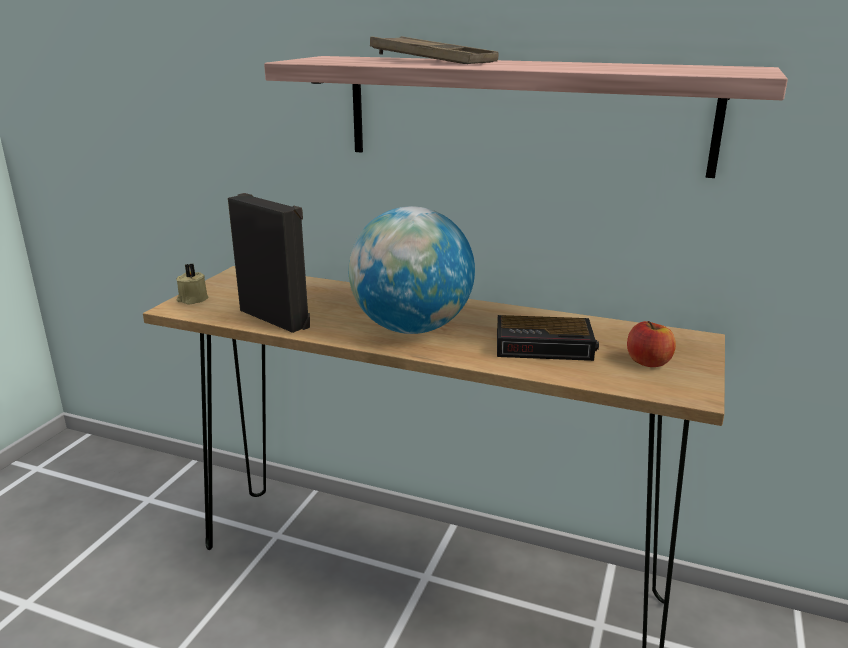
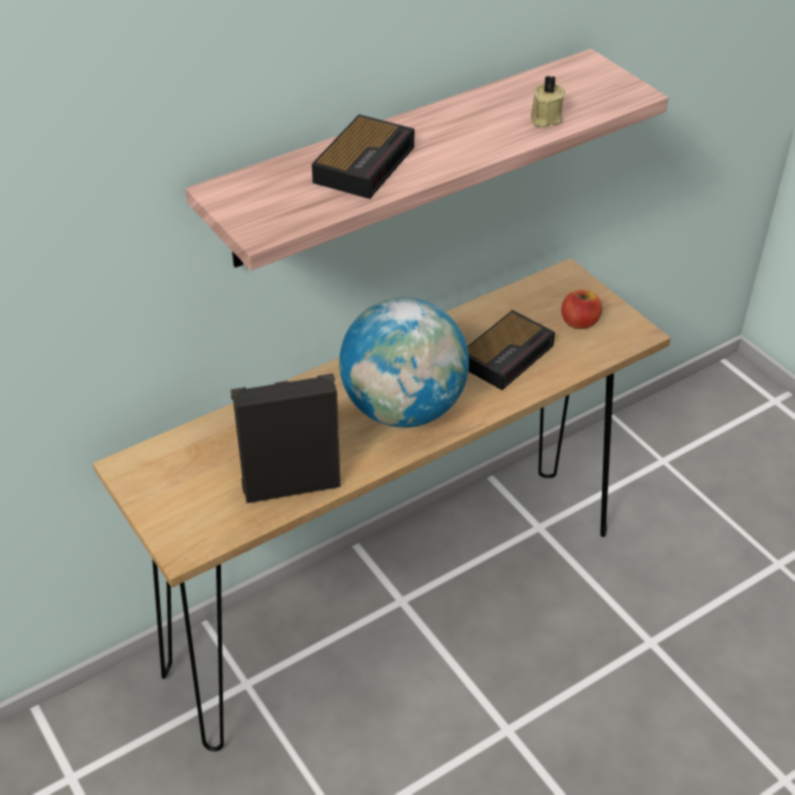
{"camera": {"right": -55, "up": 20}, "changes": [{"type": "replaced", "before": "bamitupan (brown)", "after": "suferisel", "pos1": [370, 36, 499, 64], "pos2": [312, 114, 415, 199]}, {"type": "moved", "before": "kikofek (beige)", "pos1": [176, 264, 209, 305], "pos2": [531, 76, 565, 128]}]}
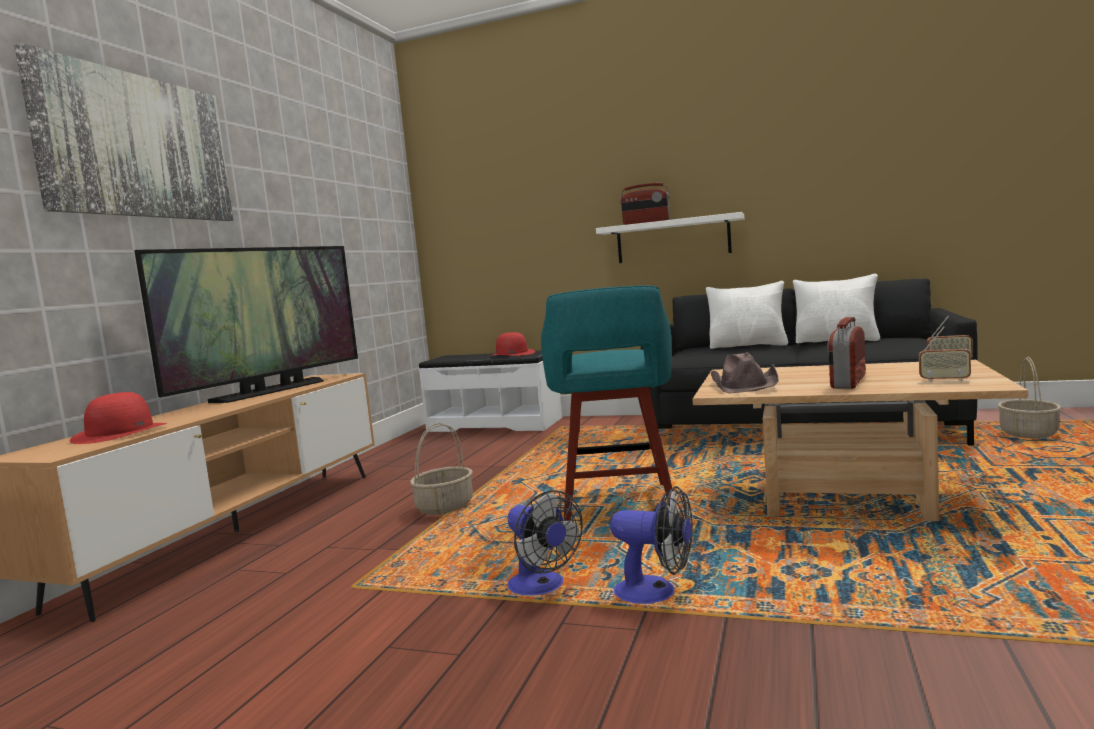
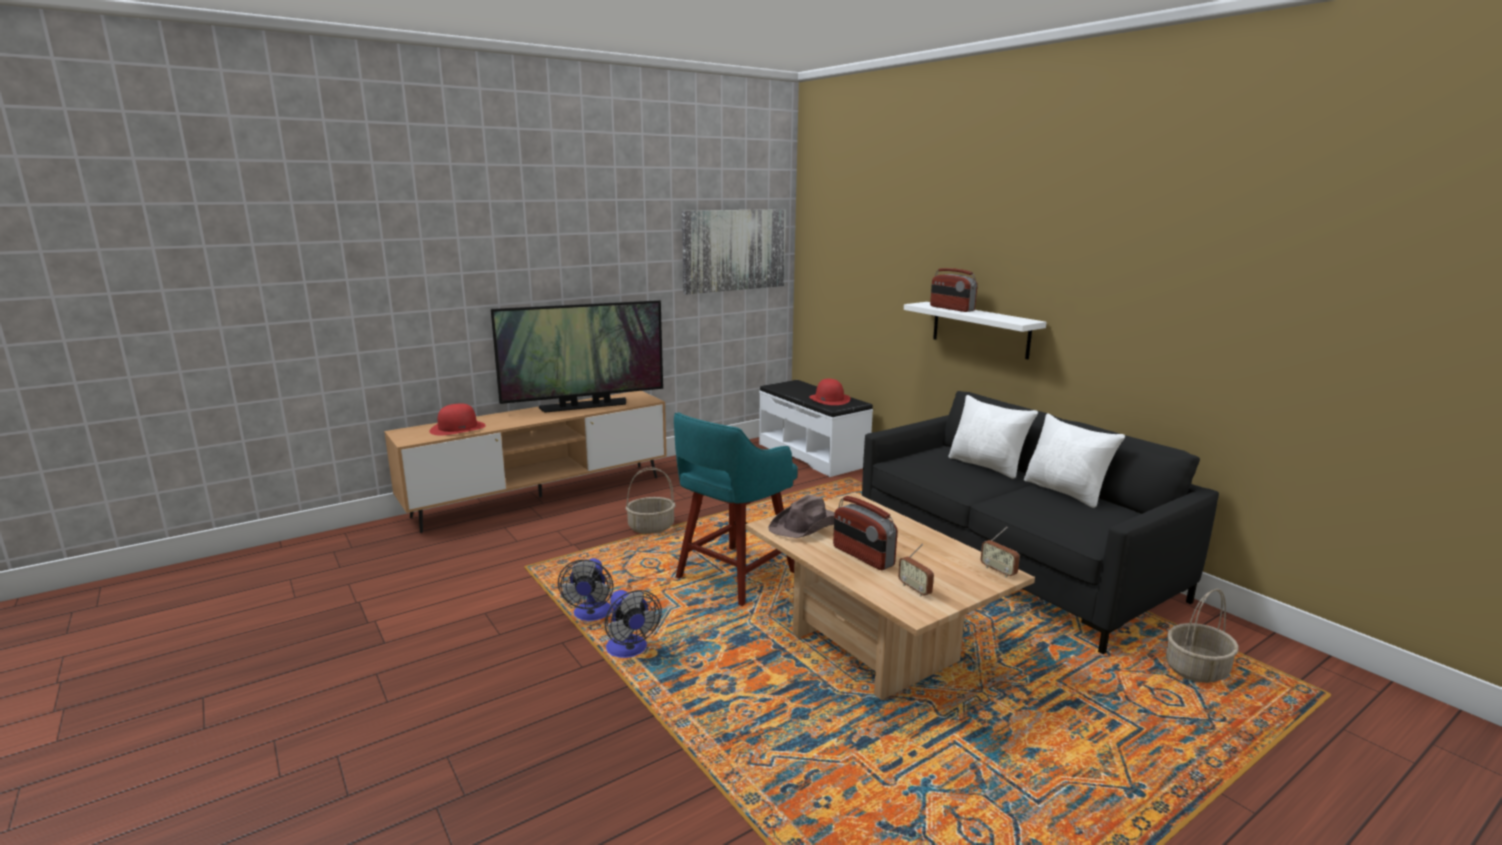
{"camera": {"right": 35, "up": 10}, "changes": [{"type": "moved", "before": "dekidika", "pos1": [14, 43, 234, 221], "pos2": [682, 209, 786, 295]}, {"type": "turned", "before": "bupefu", "pos1": [827, 317, 866, 389], "pos2": [833, 496, 897, 570], "turn": -105}]}
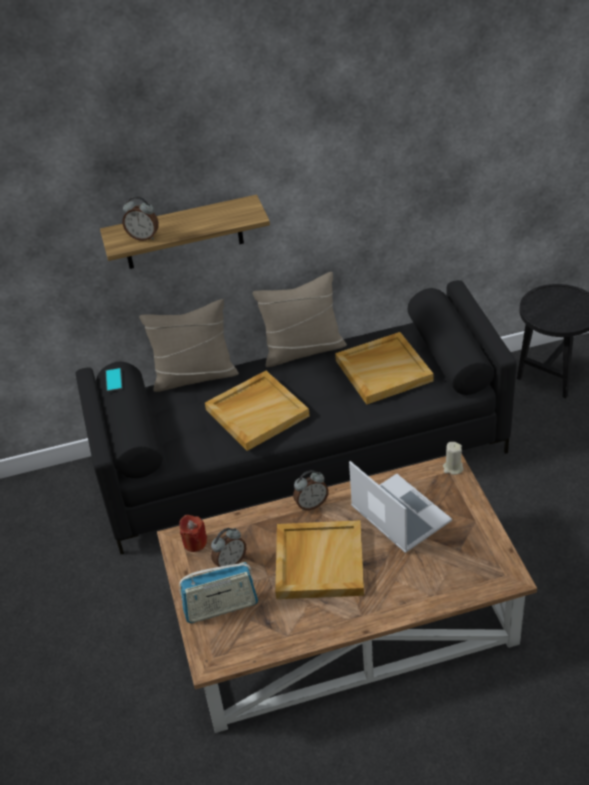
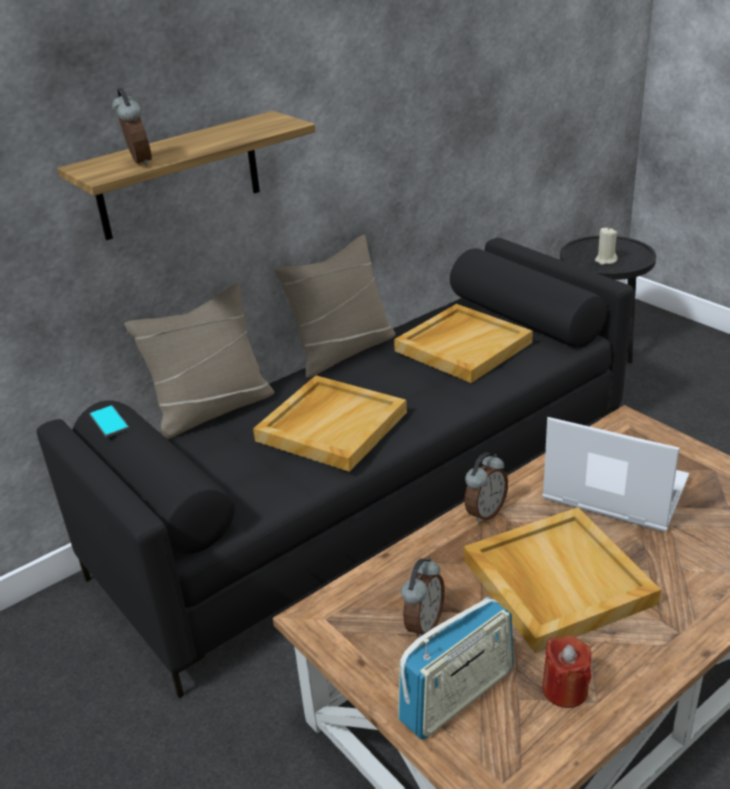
{"camera": {"right": -25, "up": -10}, "changes": [{"type": "turned", "before": "suferisel", "pos1": [123, 196, 159, 241], "pos2": [112, 87, 152, 166], "turn": -105}, {"type": "moved", "before": "kikofek (red)", "pos1": [179, 515, 207, 552], "pos2": [542, 636, 592, 708]}, {"type": "moved", "before": "kikofek (beige)", "pos1": [443, 442, 463, 475], "pos2": [595, 227, 617, 265]}]}
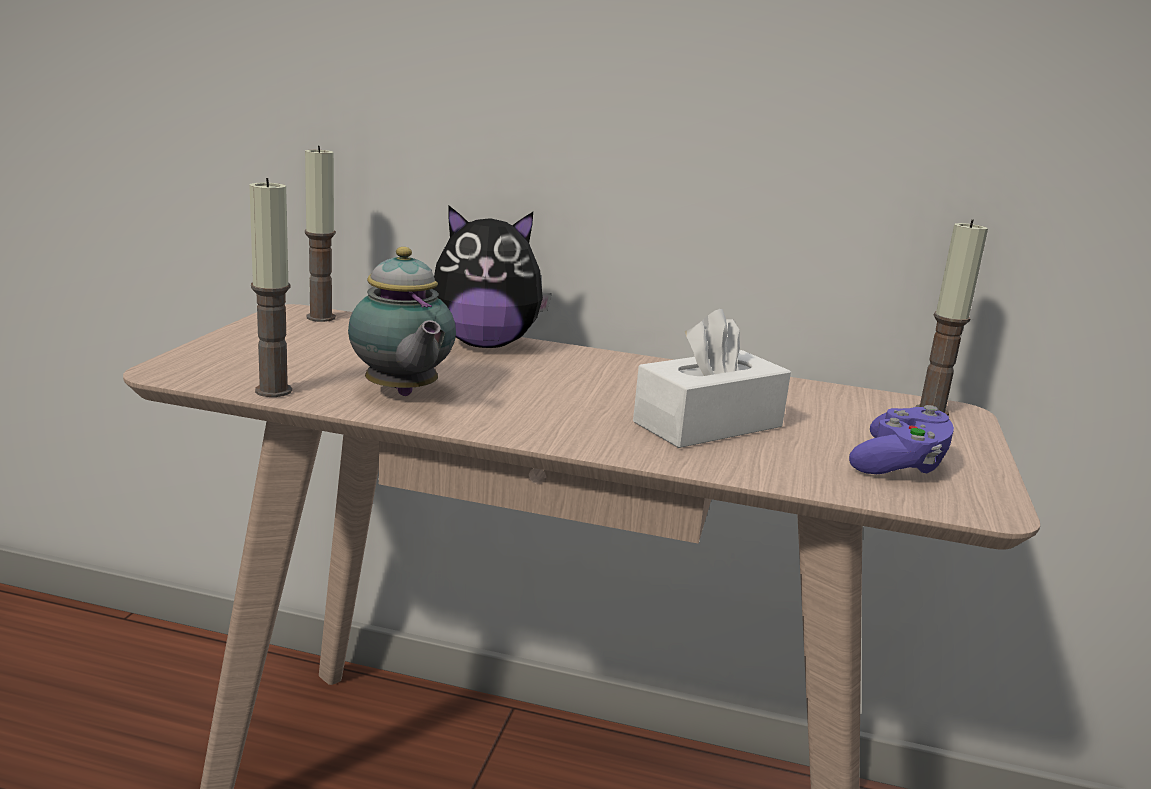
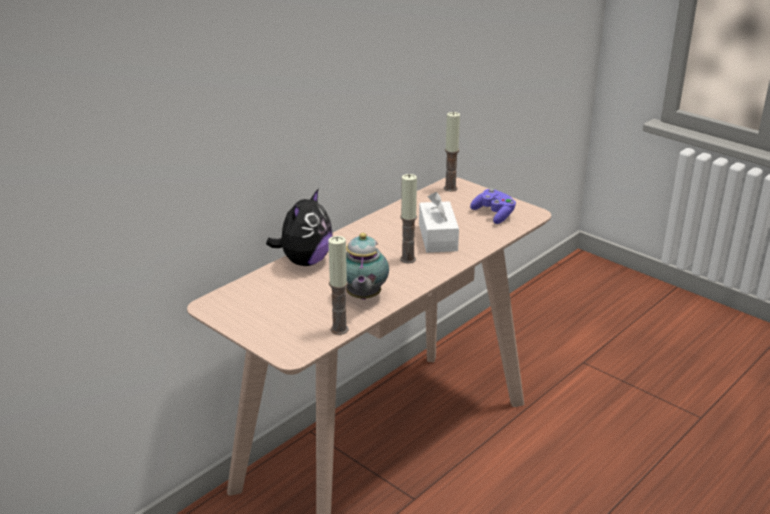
{"camera": {"right": -60, "up": 10}, "changes": [{"type": "turned", "before": "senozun", "pos1": [348, 247, 456, 396], "pos2": [346, 233, 389, 300], "turn": 90}, {"type": "moved", "before": "kikofek", "pos1": [305, 146, 336, 322], "pos2": [400, 174, 417, 264]}]}
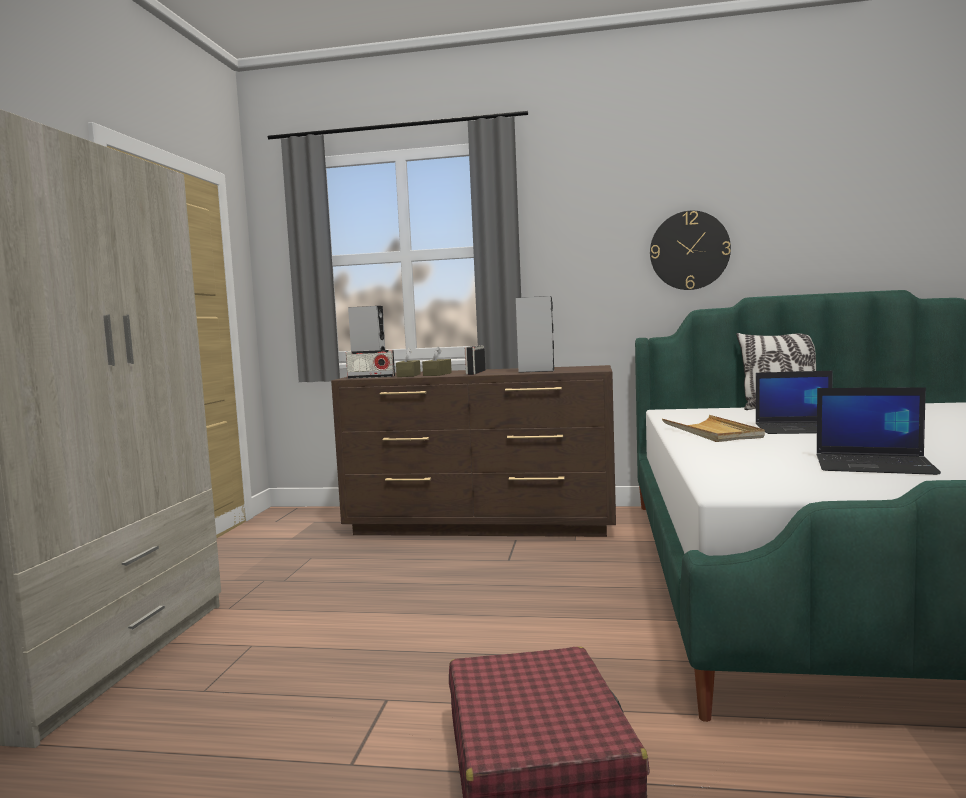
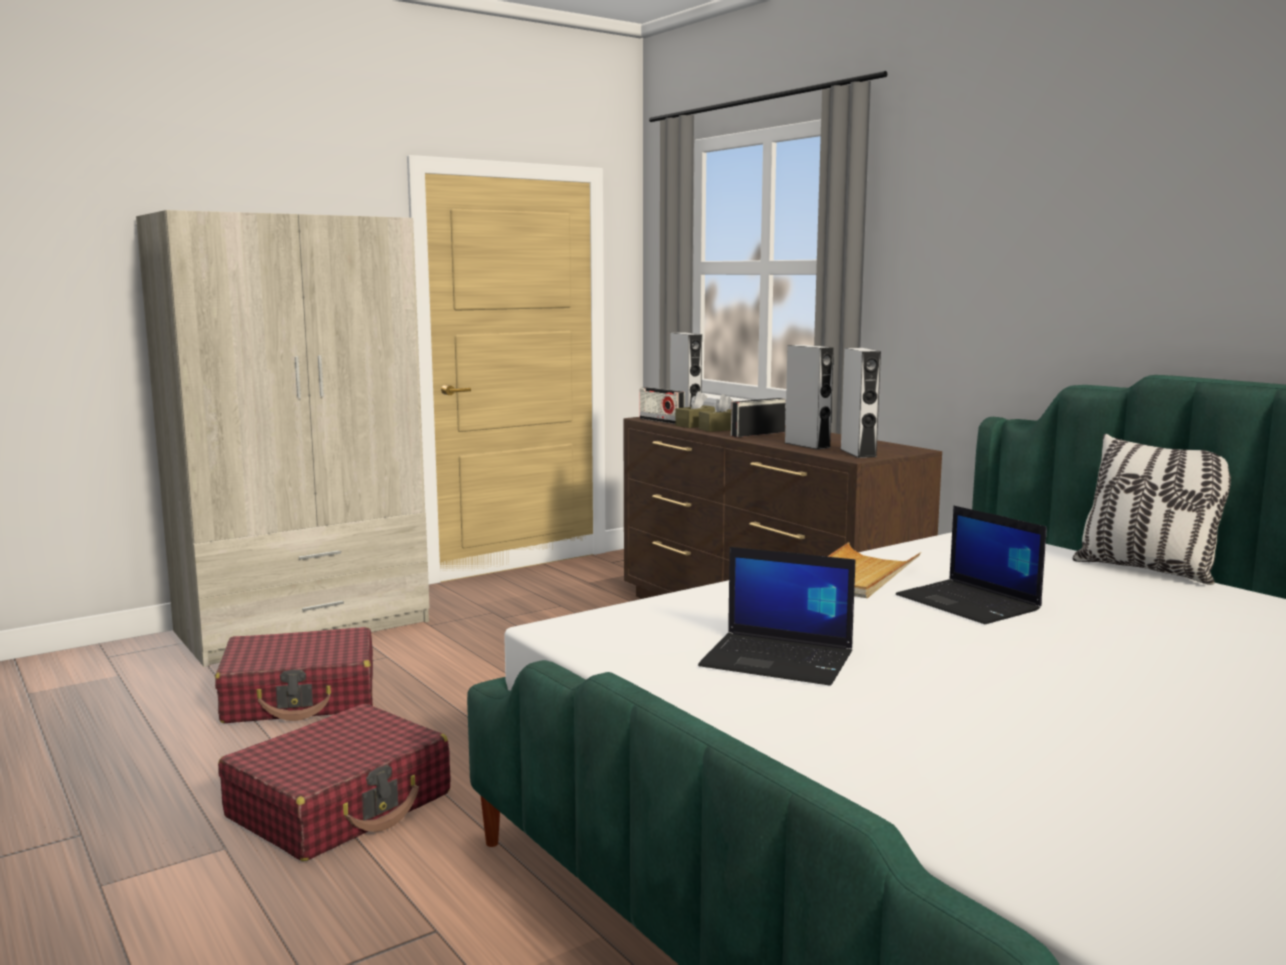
{"camera": {"right": 45, "up": 5}, "changes": [{"type": "added", "after": "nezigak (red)", "pos2": [215, 627, 373, 723]}, {"type": "turned", "before": "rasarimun", "pos1": [816, 387, 941, 475], "pos2": [698, 547, 856, 686], "turn": -45}, {"type": "added", "after": "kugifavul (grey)", "pos2": [840, 348, 881, 458]}, {"type": "removed", "before": "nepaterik", "pos1": [650, 211, 731, 290]}]}
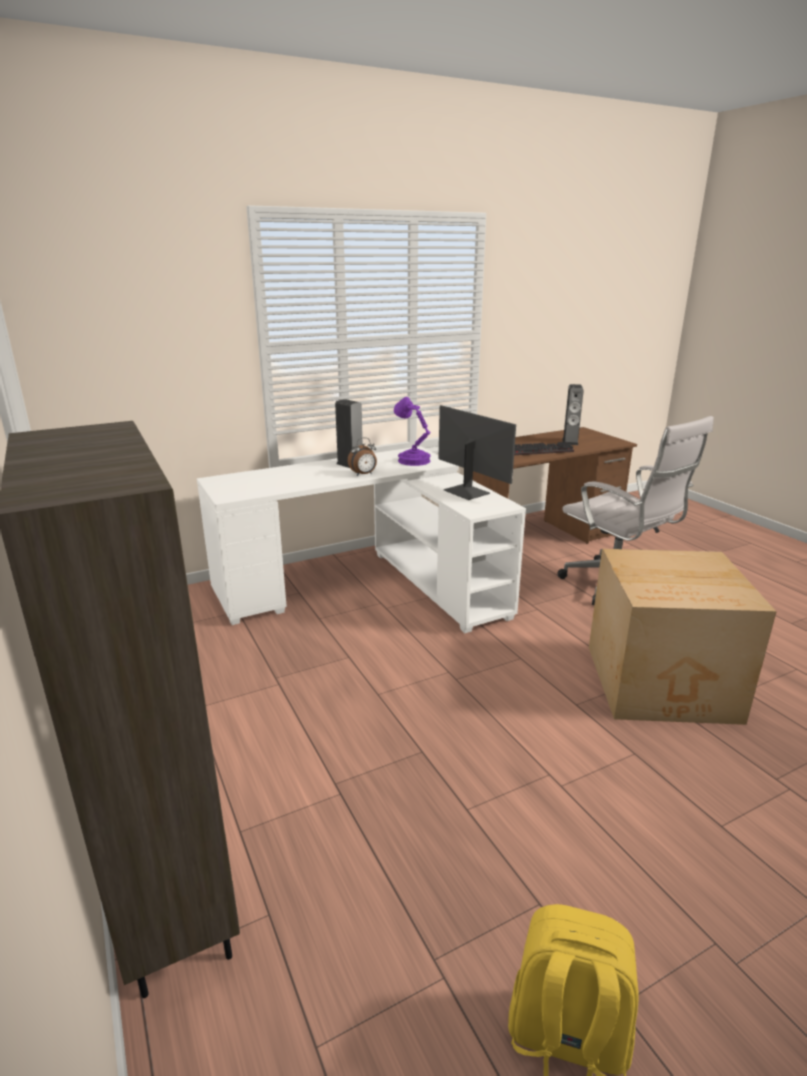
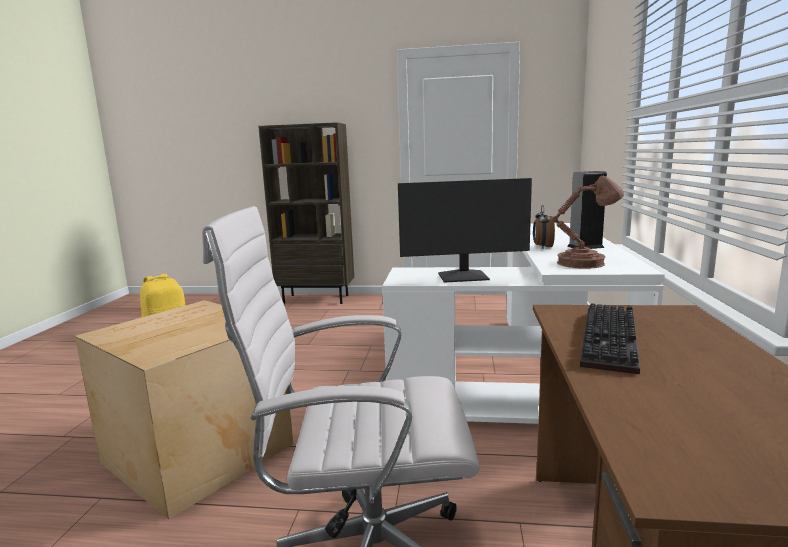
{"camera": {"right": 125, "up": -10}, "changes": [{"type": "recoloured", "before": "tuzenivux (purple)", "after": "tuzenivux (brown)", "pos1": [394, 397, 431, 466], "pos2": [552, 176, 624, 269]}, {"type": "removed", "before": "kugifavul", "pos1": [562, 384, 584, 445]}]}
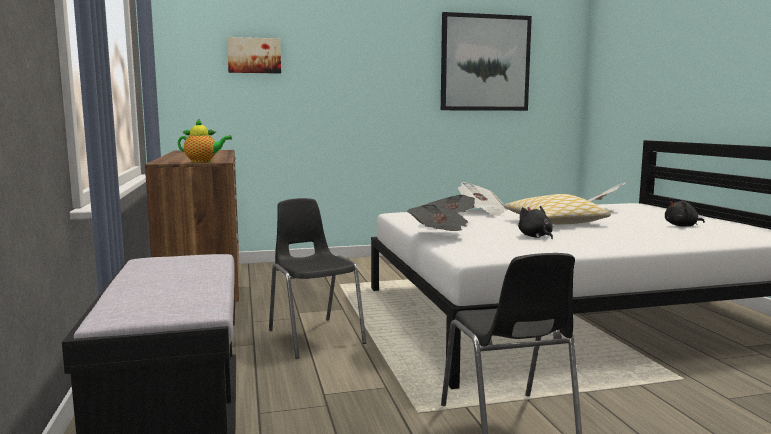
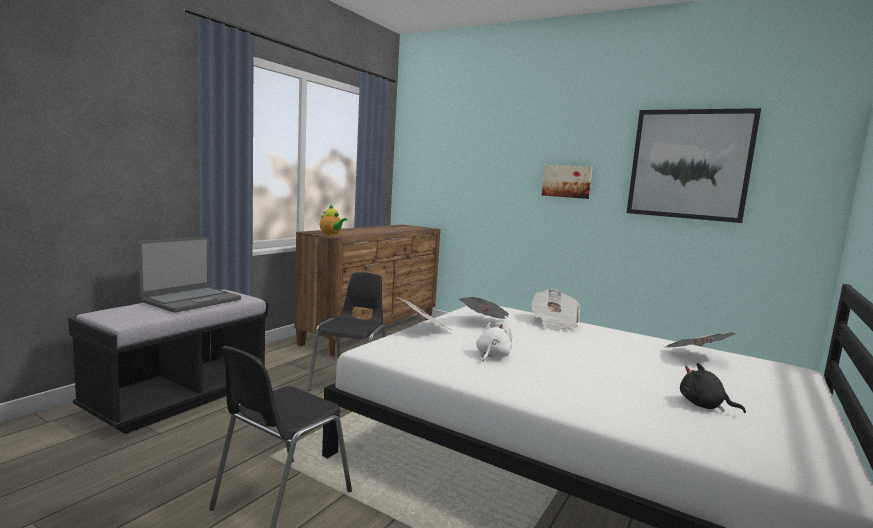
{"camera": {"right": 45, "up": 0}, "changes": [{"type": "added", "after": "rasarimun", "pos2": [138, 237, 241, 313]}, {"type": "recoloured", "before": "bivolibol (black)", "after": "bivolibol (white)", "pos1": [518, 206, 553, 239], "pos2": [476, 322, 512, 362]}, {"type": "moved", "before": "dekidika", "pos1": [227, 37, 281, 74], "pos2": [542, 165, 592, 199]}, {"type": "removed", "before": "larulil", "pos1": [504, 194, 611, 224]}]}
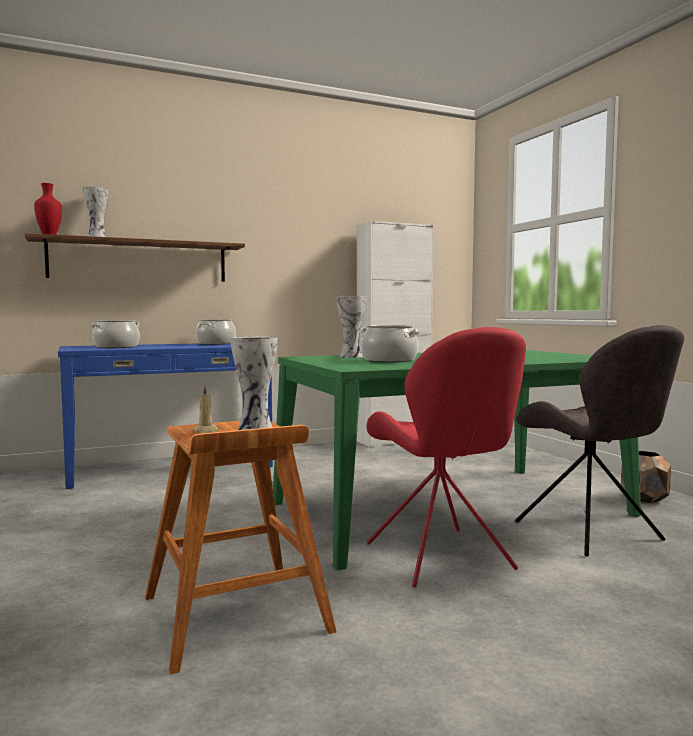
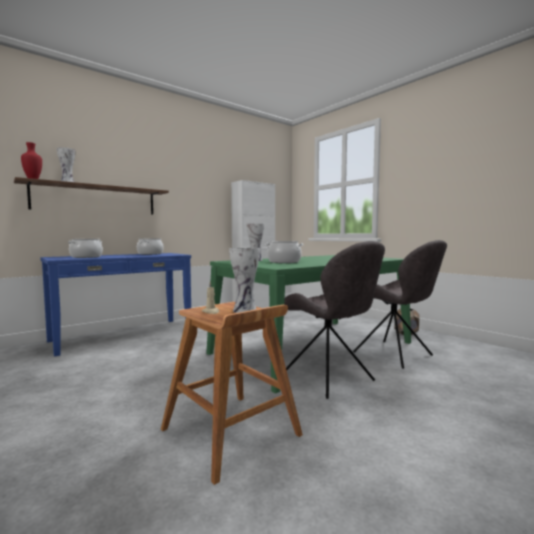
{"camera": {"right": -15, "up": 0}, "changes": [{"type": "recoloured", "before": "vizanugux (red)", "after": "vizanugux (grey)", "pos1": [367, 327, 526, 587], "pos2": [284, 241, 385, 399]}]}
